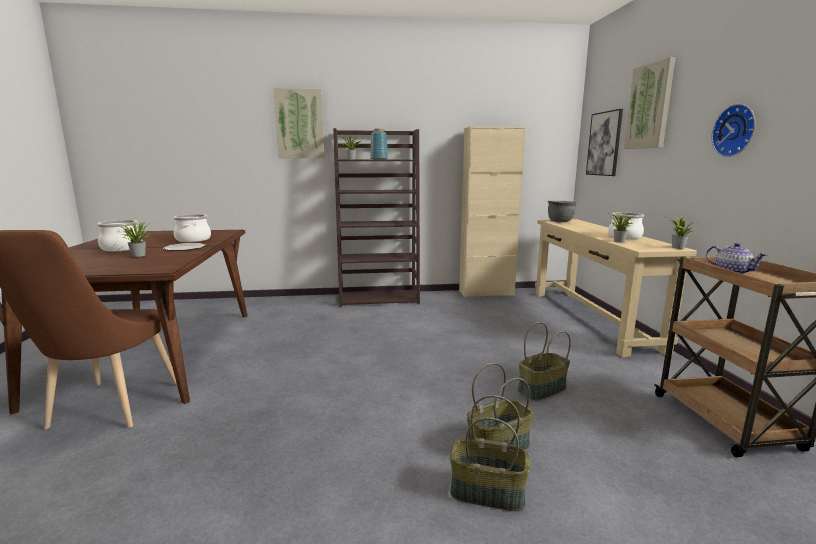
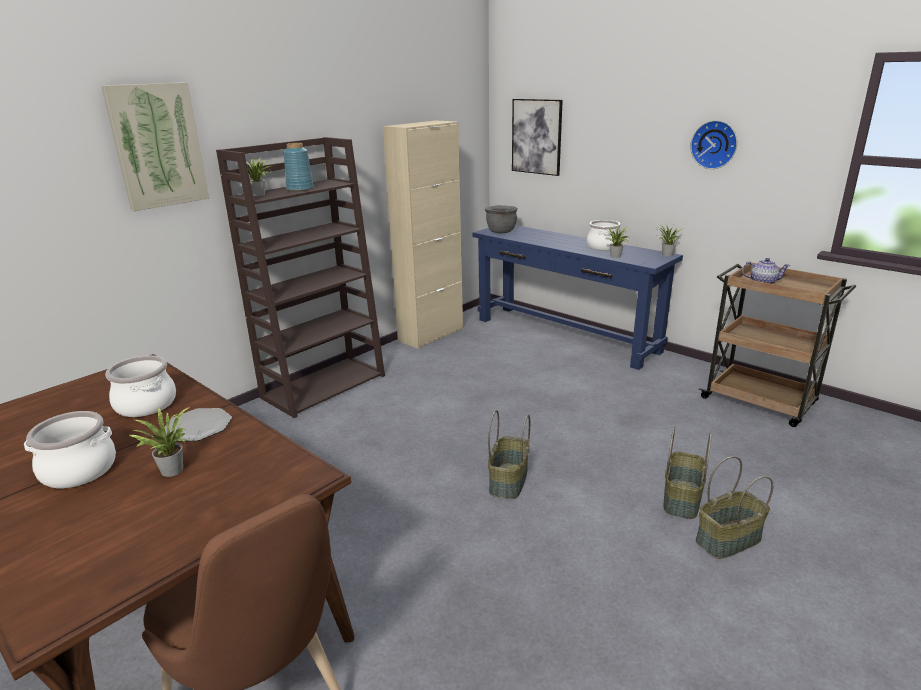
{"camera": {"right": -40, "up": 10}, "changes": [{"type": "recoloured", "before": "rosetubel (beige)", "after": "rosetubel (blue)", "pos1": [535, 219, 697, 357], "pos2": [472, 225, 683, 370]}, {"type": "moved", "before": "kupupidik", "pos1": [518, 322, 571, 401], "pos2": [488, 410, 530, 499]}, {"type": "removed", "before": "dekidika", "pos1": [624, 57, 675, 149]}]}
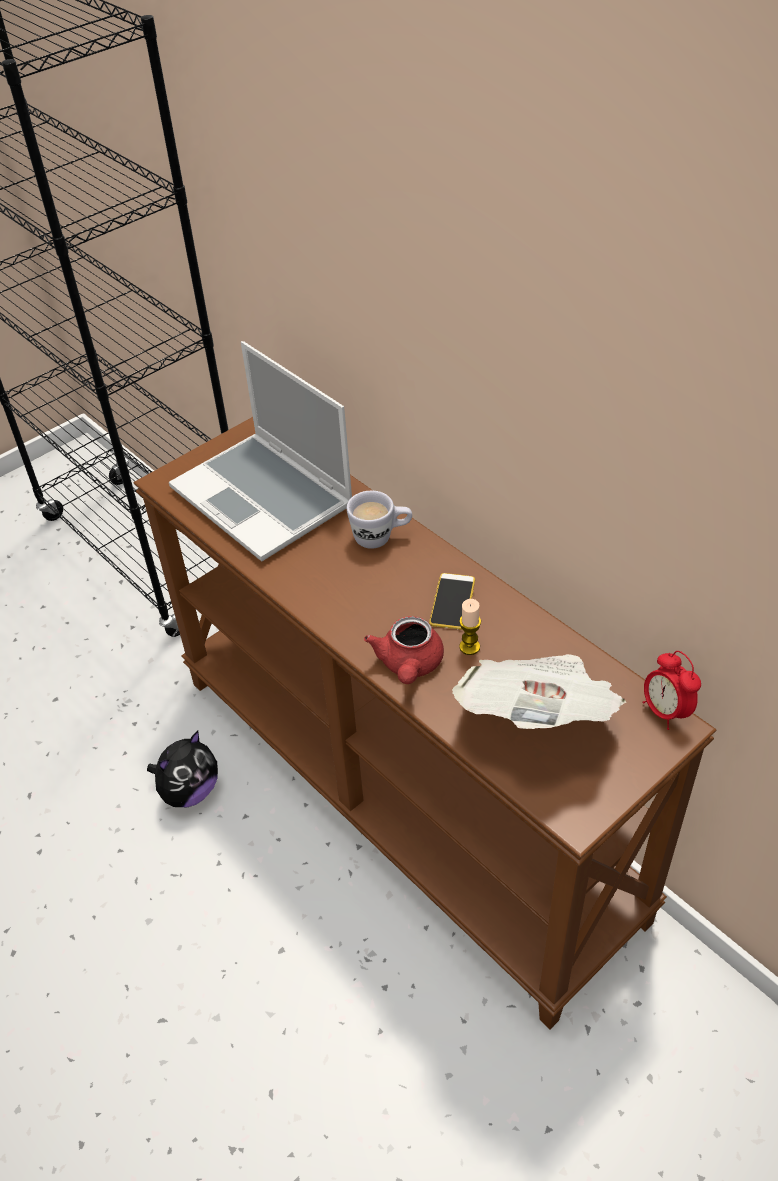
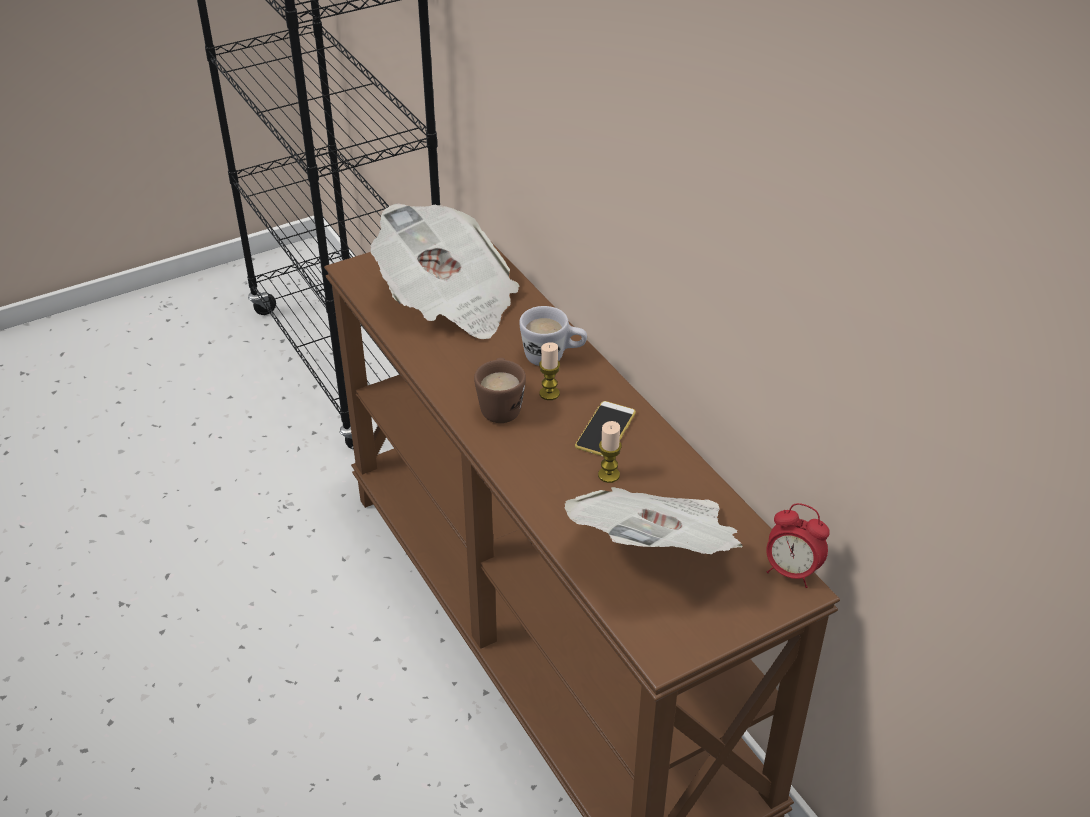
{"camera": {"right": 10, "up": -5}, "changes": [{"type": "replaced", "before": "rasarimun", "after": "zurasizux", "pos1": [169, 341, 352, 562], "pos2": [370, 203, 519, 339]}, {"type": "added", "after": "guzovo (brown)", "pos2": [474, 358, 526, 423]}, {"type": "added", "after": "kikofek", "pos2": [539, 342, 560, 400]}, {"type": "turned", "before": "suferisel", "pos1": [643, 651, 701, 730], "pos2": [766, 503, 830, 588], "turn": -45}, {"type": "removed", "before": "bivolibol", "pos1": [147, 731, 218, 807]}, {"type": "removed", "before": "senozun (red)", "pos1": [364, 616, 444, 684]}]}
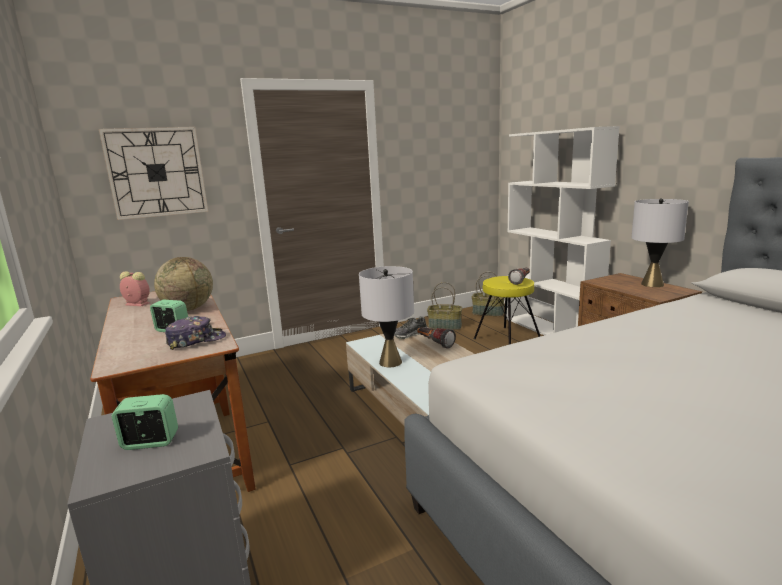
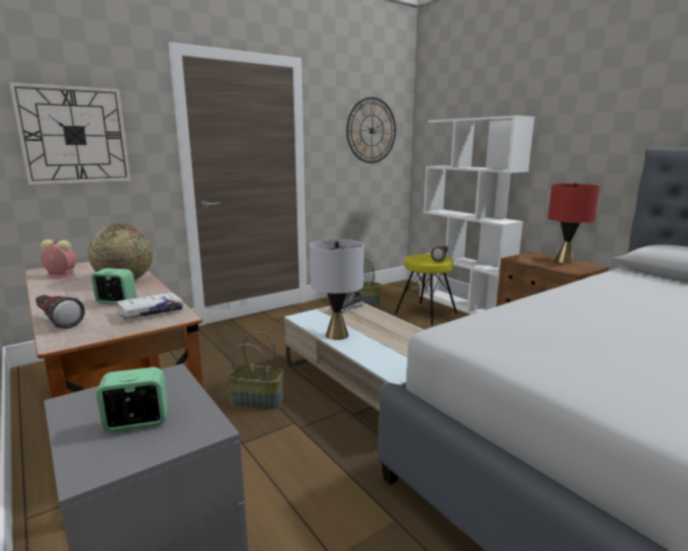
{"camera": {"right": -10, "up": 0}, "changes": [{"type": "moved", "before": "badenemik", "pos1": [417, 327, 456, 349], "pos2": [35, 295, 85, 329]}, {"type": "replaced", "before": "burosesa", "after": "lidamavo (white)", "pos1": [165, 316, 226, 350], "pos2": [116, 292, 183, 319]}, {"type": "moved", "before": "kupupidik", "pos1": [472, 271, 505, 316], "pos2": [228, 332, 285, 409]}, {"type": "added", "after": "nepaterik", "pos2": [346, 97, 396, 163]}, {"type": "recoloured", "before": "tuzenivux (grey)", "after": "tuzenivux (red)", "pos1": [632, 198, 689, 287], "pos2": [548, 183, 600, 264]}]}
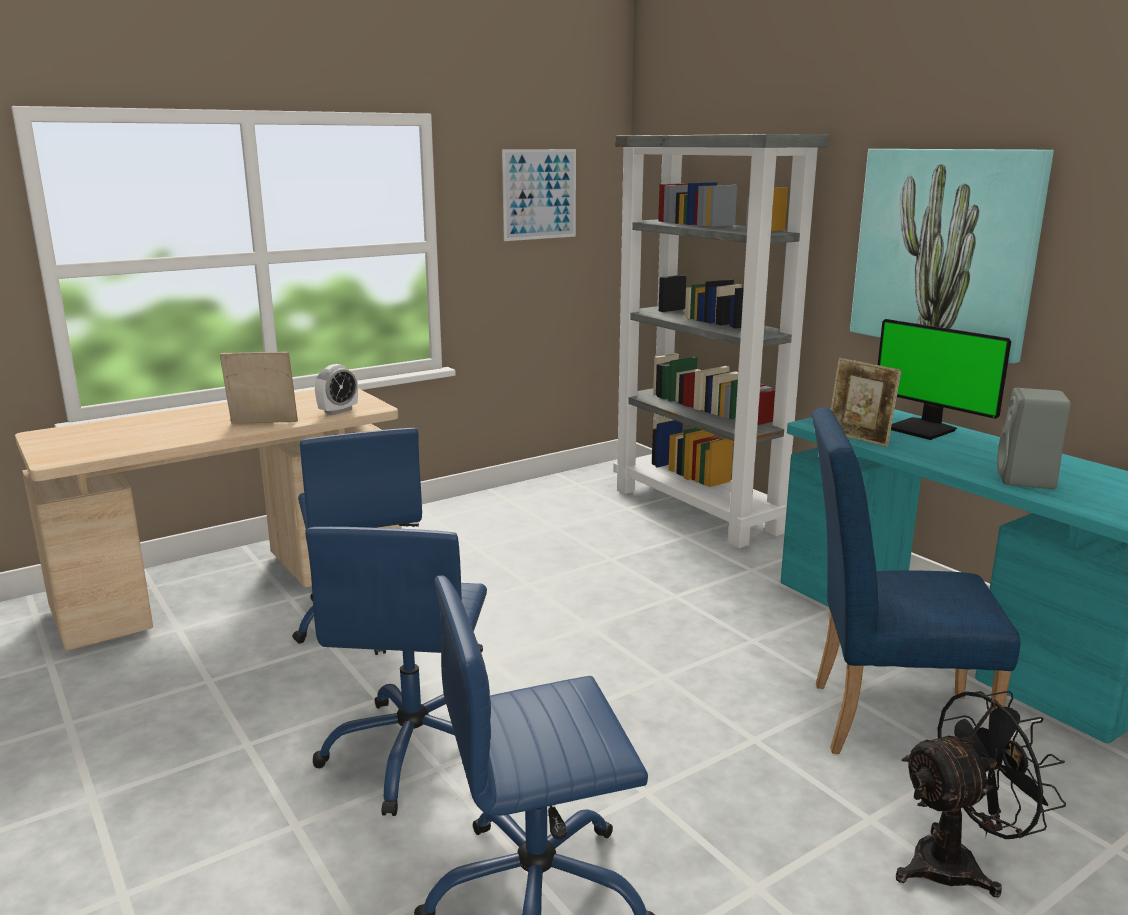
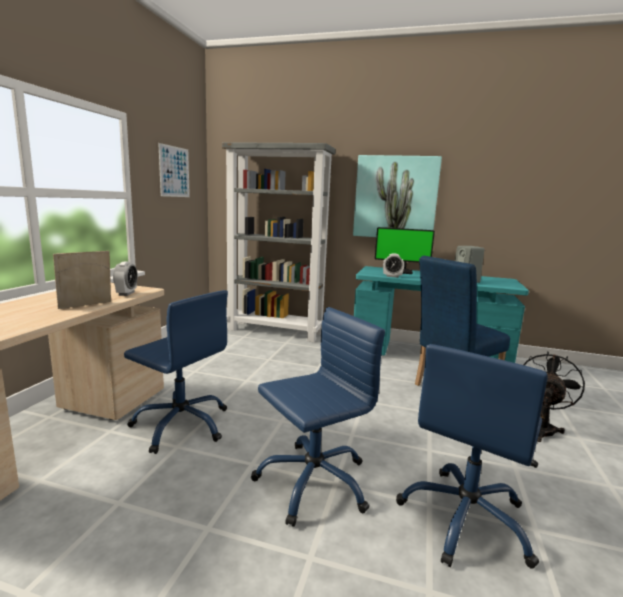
{"camera": {"right": -40, "up": -5}, "changes": [{"type": "turned", "before": "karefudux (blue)", "pos1": [305, 527, 487, 816], "pos2": [251, 307, 385, 527], "turn": -90}, {"type": "replaced", "before": "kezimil", "after": "suferisel", "pos1": [831, 358, 901, 447], "pos2": [383, 254, 404, 278]}]}
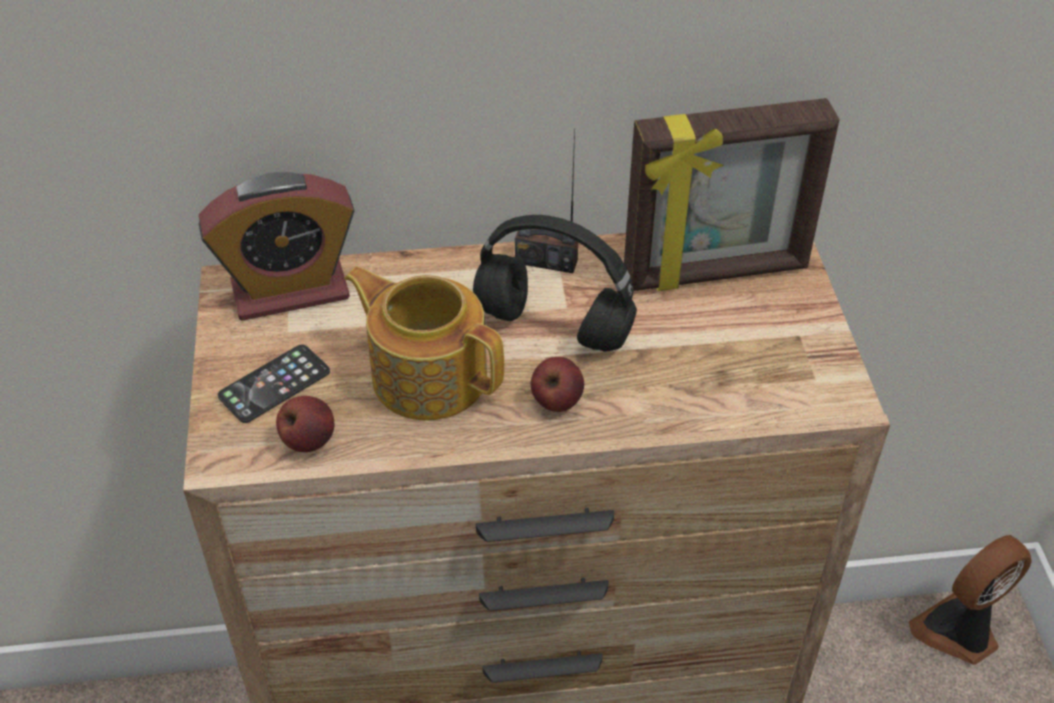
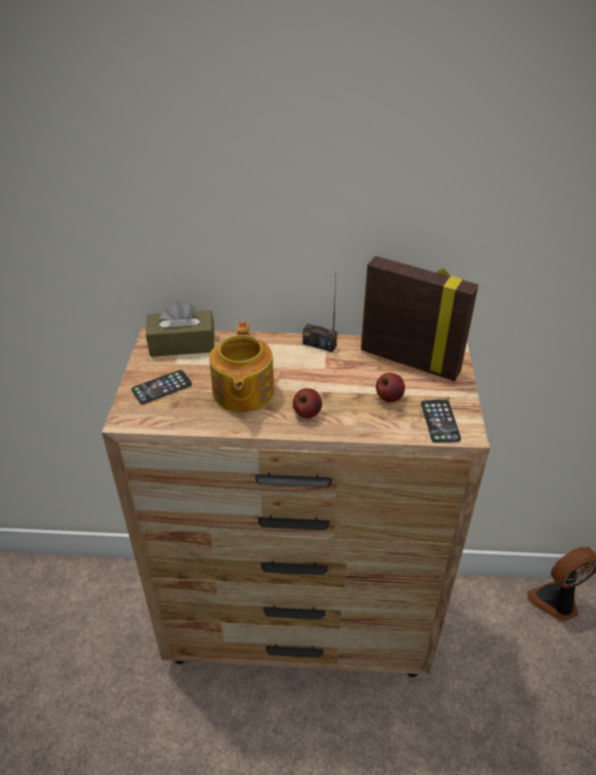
{"camera": {"right": 10, "up": -5}, "changes": [{"type": "replaced", "before": "suferisel", "after": "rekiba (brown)", "pos1": [199, 172, 354, 321], "pos2": [146, 300, 215, 357]}, {"type": "turned", "before": "senozun", "pos1": [345, 267, 504, 421], "pos2": [209, 322, 274, 412], "turn": -135}, {"type": "turned", "before": "kezimil", "pos1": [624, 98, 839, 291], "pos2": [361, 256, 478, 381], "turn": -150}, {"type": "moved", "before": "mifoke", "pos1": [276, 396, 334, 452], "pos2": [376, 373, 405, 402]}, {"type": "added", "after": "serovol", "pos2": [421, 400, 461, 443]}, {"type": "removed", "before": "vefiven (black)", "pos1": [473, 215, 637, 352]}]}
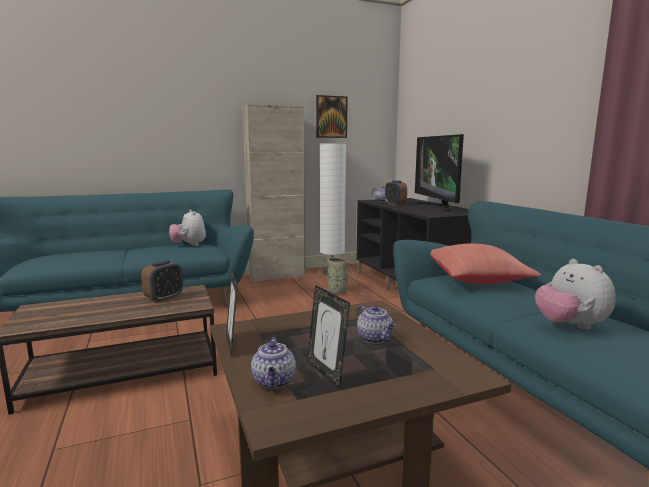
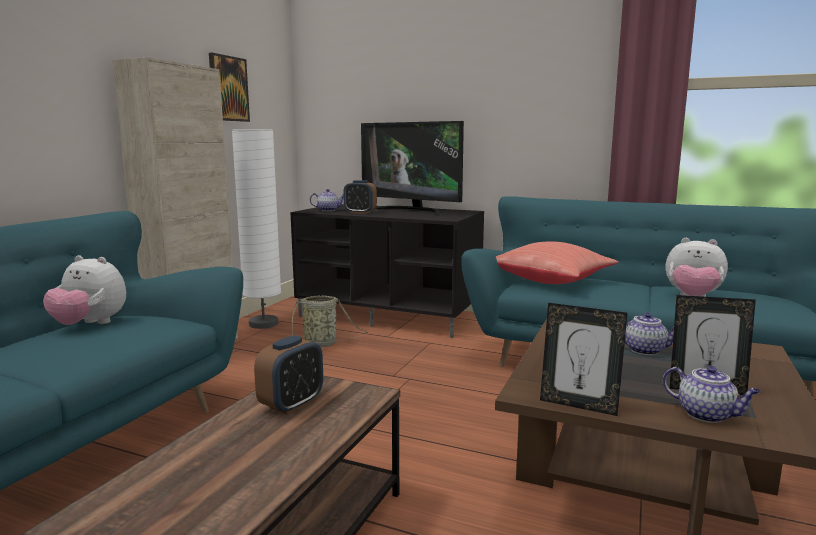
{"camera": {"right": -45, "up": 0}, "changes": [{"type": "turned", "before": "suferisel", "pos1": [141, 260, 183, 302], "pos2": [254, 335, 323, 414], "turn": 45}]}
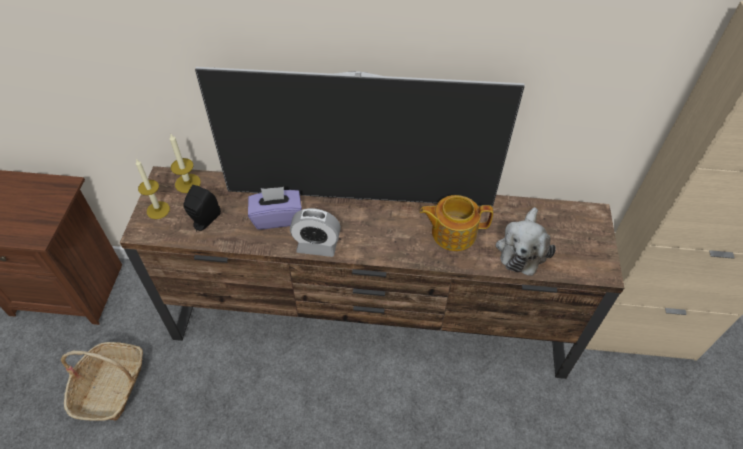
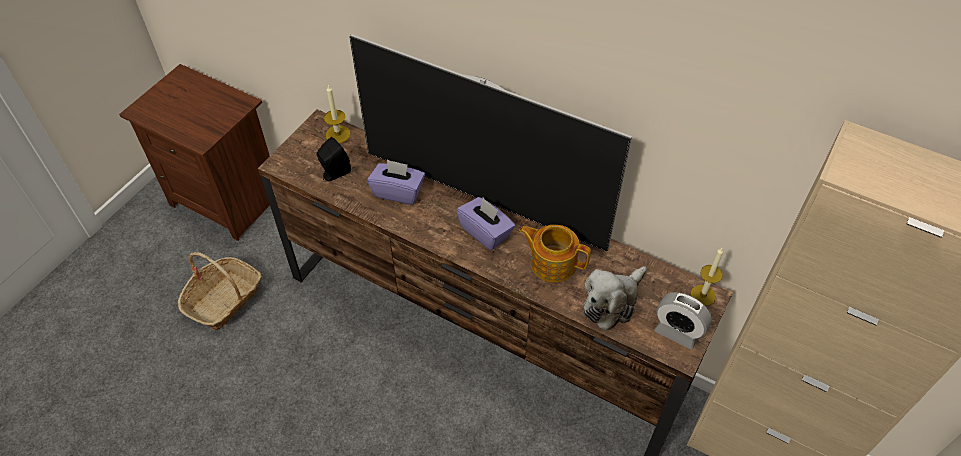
{"camera": {"right": 25, "up": 0}, "changes": [{"type": "added", "after": "rekiba (purple)", "pos2": [456, 197, 515, 250]}, {"type": "moved", "before": "suferisel", "pos1": [290, 208, 341, 257], "pos2": [654, 292, 712, 350]}, {"type": "moved", "before": "kikofek", "pos1": [136, 159, 170, 219], "pos2": [691, 248, 723, 306]}]}
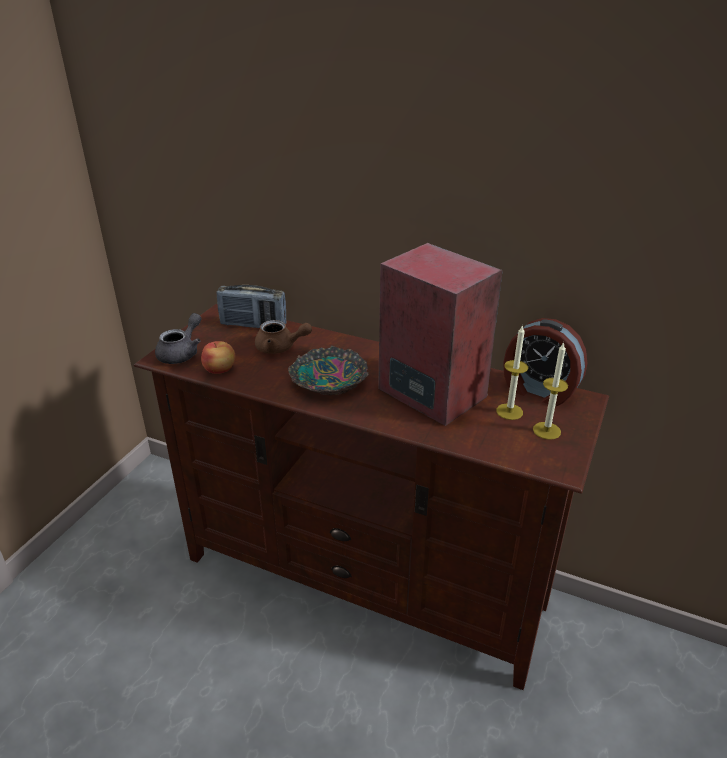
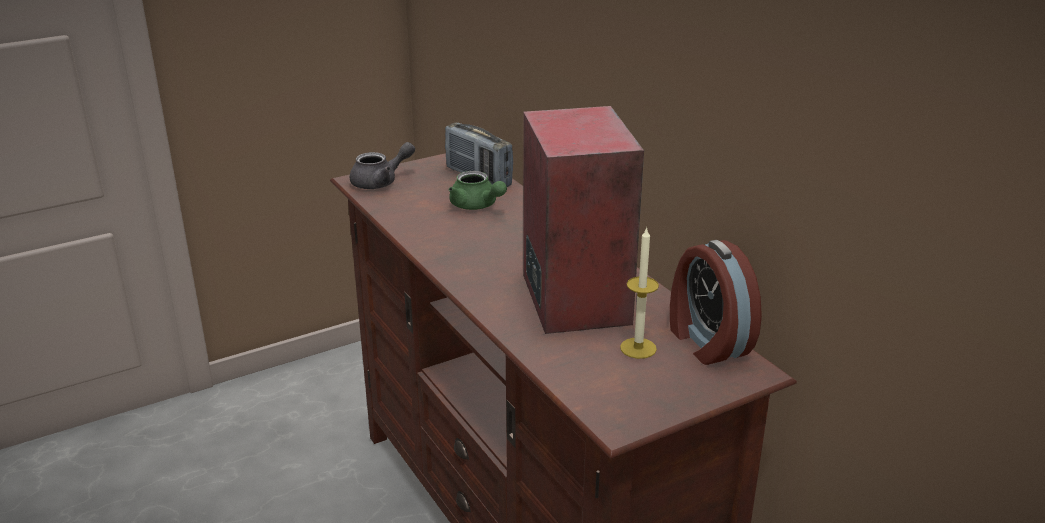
{"camera": {"right": 35, "up": -5}, "changes": [{"type": "recoloured", "before": "senozun (brown)", "after": "senozun (green)", "pos1": [255, 320, 312, 354], "pos2": [449, 171, 507, 210]}, {"type": "removed", "before": "mifoke", "pos1": [201, 341, 235, 374]}, {"type": "removed", "before": "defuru", "pos1": [288, 345, 369, 395]}, {"type": "removed", "before": "kikofek", "pos1": [533, 342, 568, 440]}]}
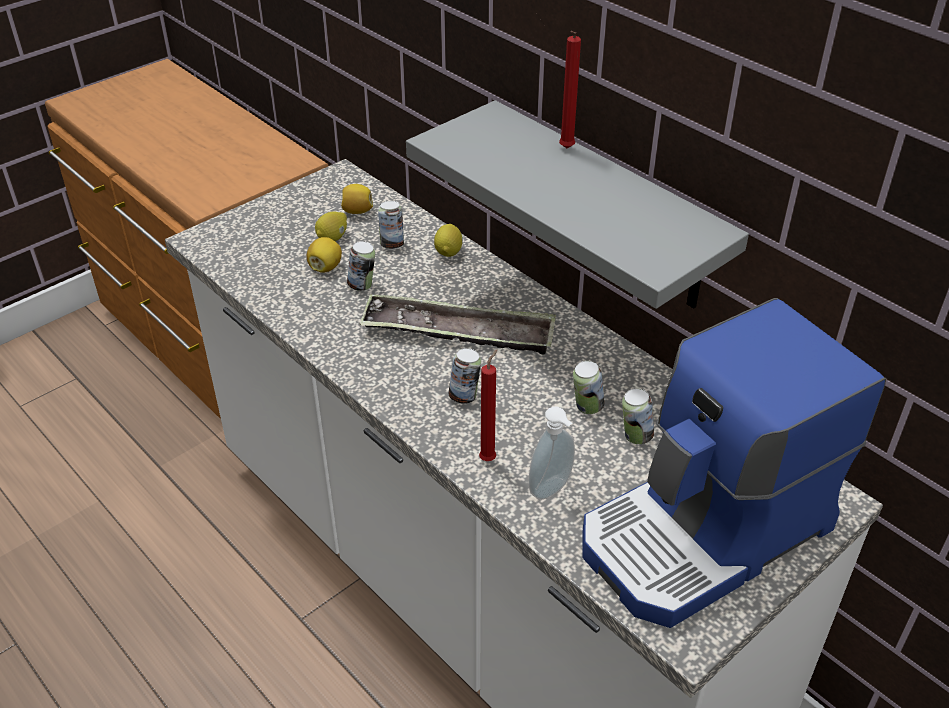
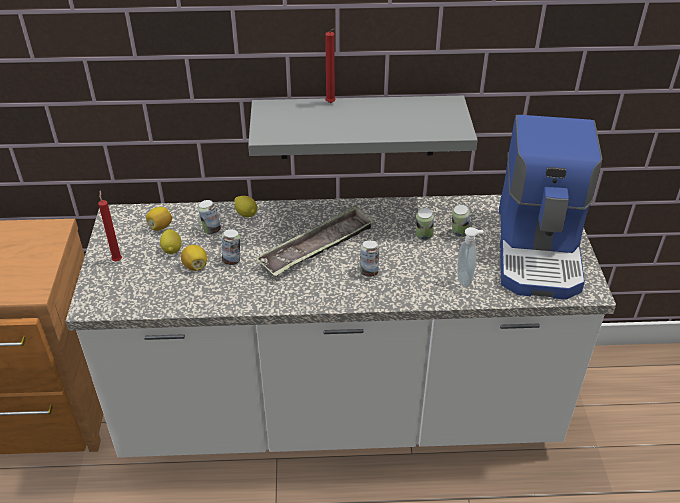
{"camera": {"right": -50, "up": 0}, "changes": [{"type": "moved", "before": "kikofek (red)", "pos1": [479, 349, 497, 461], "pos2": [98, 190, 122, 261]}]}
